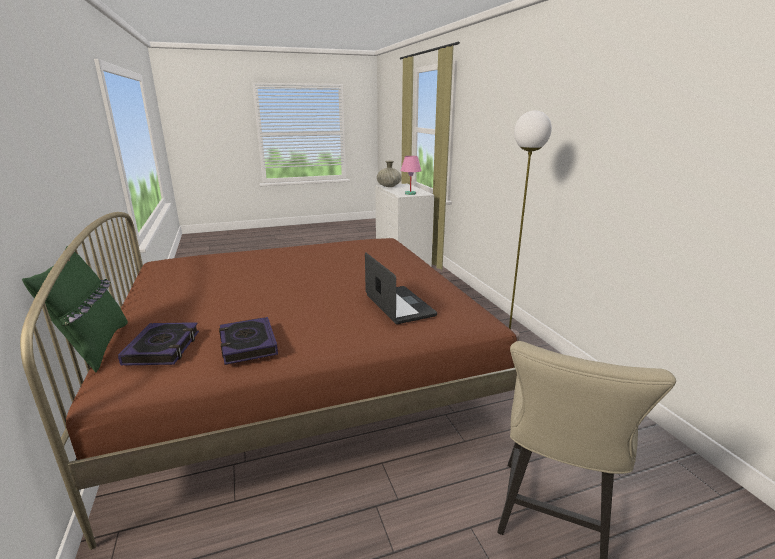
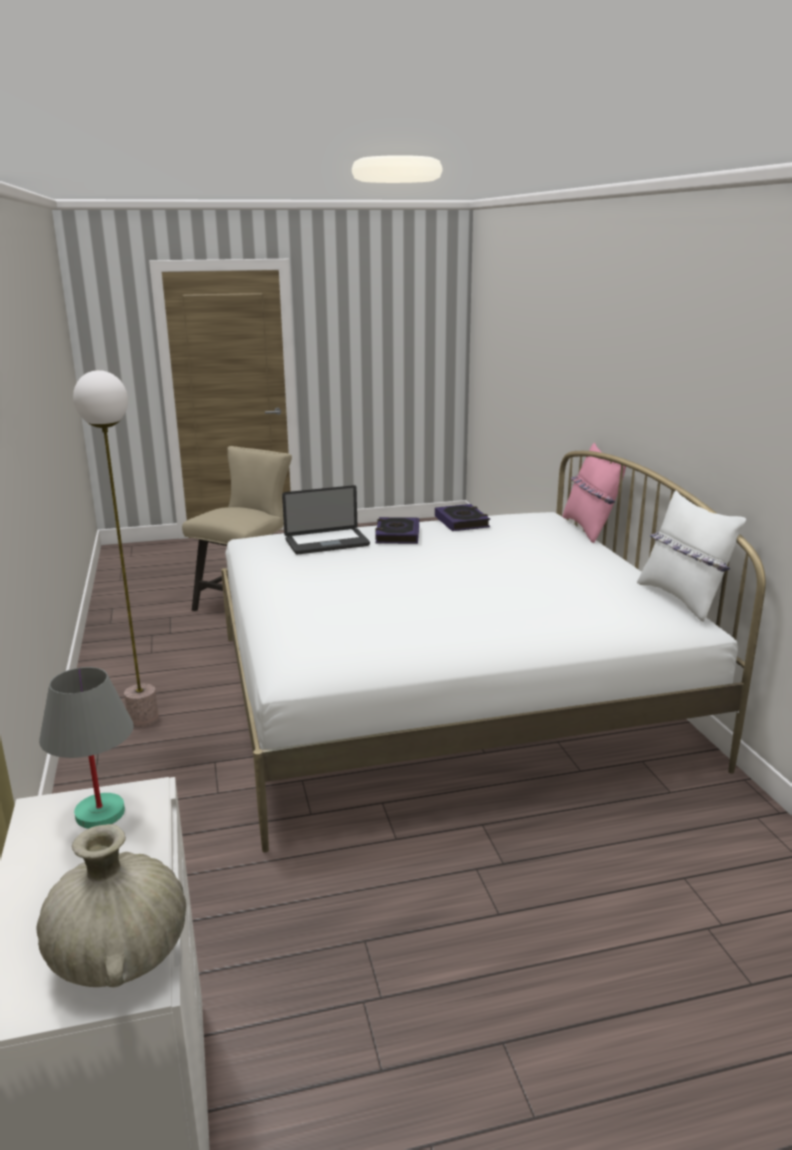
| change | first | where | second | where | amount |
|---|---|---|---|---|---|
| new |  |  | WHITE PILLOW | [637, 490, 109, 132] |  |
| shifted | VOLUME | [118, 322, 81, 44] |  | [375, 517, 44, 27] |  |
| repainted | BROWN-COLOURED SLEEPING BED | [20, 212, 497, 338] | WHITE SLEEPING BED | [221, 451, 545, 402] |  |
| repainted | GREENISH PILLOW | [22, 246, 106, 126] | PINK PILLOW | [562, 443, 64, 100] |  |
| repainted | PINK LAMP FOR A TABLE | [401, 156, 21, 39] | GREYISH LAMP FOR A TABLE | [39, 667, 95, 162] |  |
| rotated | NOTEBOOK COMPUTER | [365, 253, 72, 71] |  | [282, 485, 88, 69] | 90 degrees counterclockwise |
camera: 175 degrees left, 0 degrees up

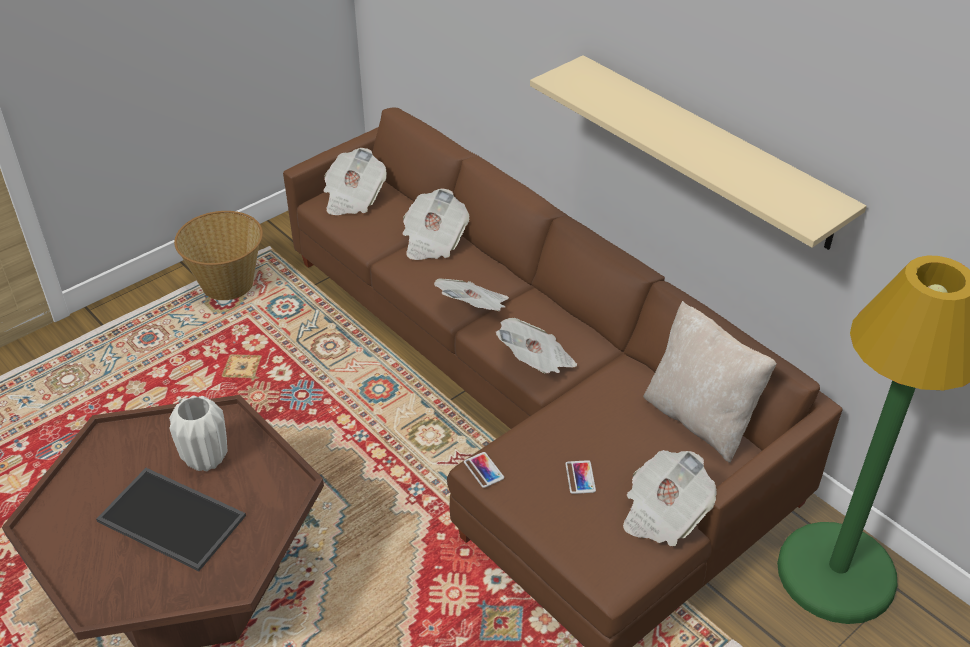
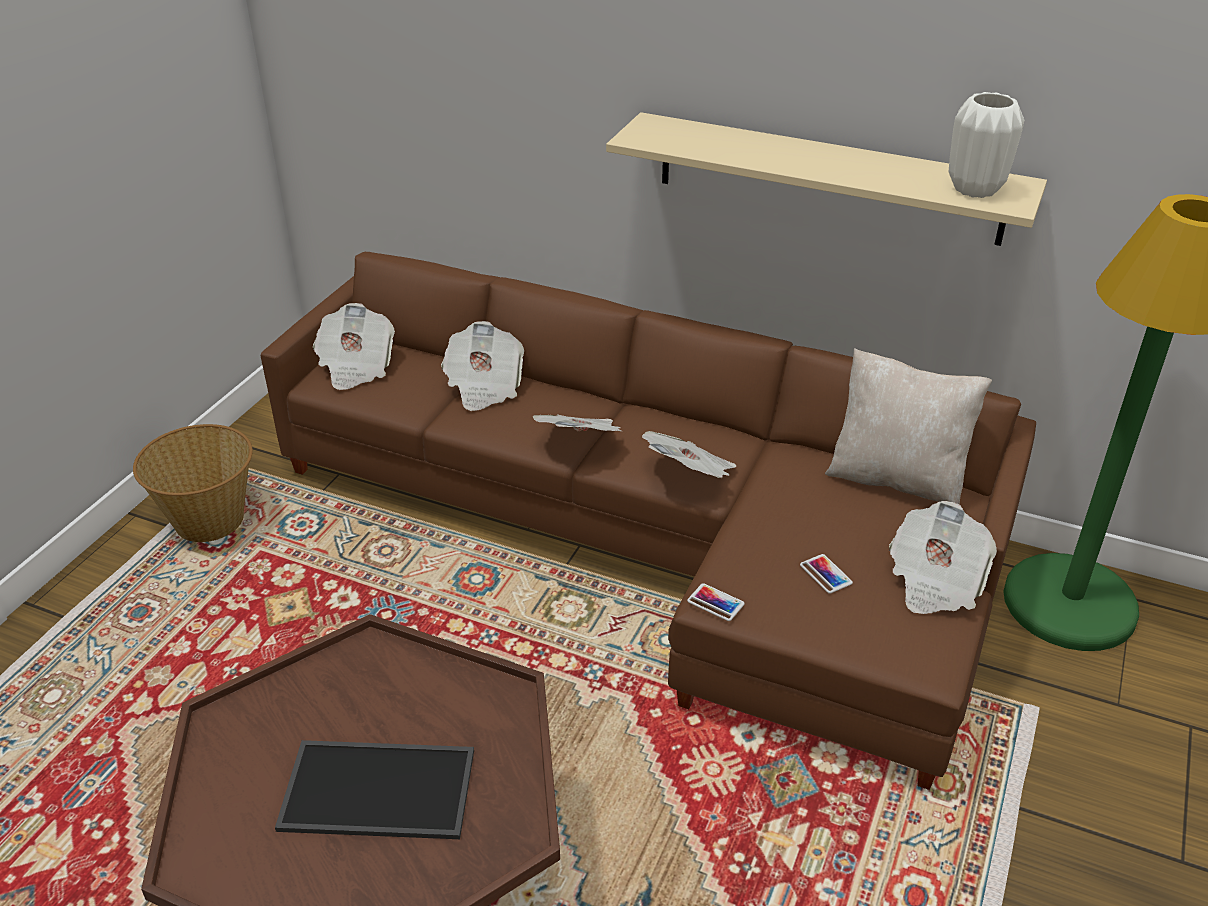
| change | first | where | second | where | amount |
|---|---|---|---|---|---|
| shifted | WHITE VASE | [169, 395, 59, 76] |  | [949, 92, 75, 106] |  |
camera: 25 degrees left, 5 degrees down

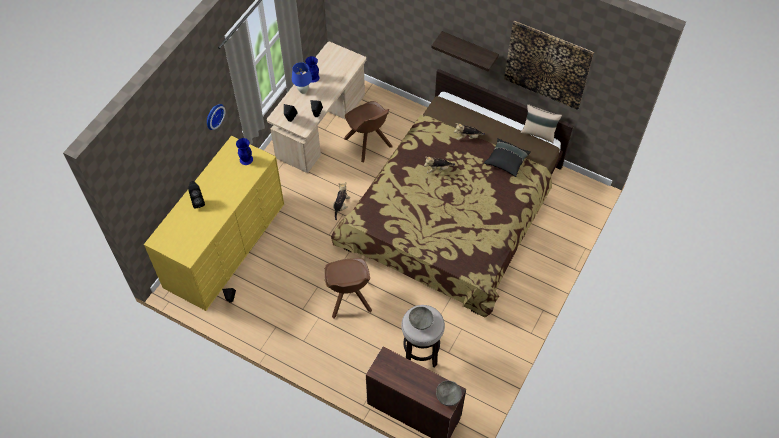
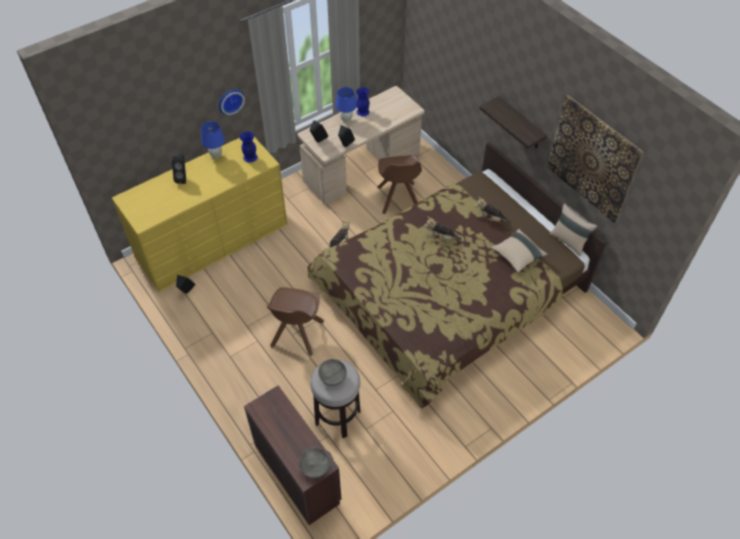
| change | first | where | second | where | amount |
|---|---|---|---|---|---|
| new |  |  | BLUE LAMP FOR A TABLE | [201, 121, 24, 38] |  |
| repainted | BLACKISH PILLOW | [484, 138, 47, 39] | BEIGE PILLOW | [491, 229, 57, 44] |  |
camera: 25 degrees right, 5 degrees down

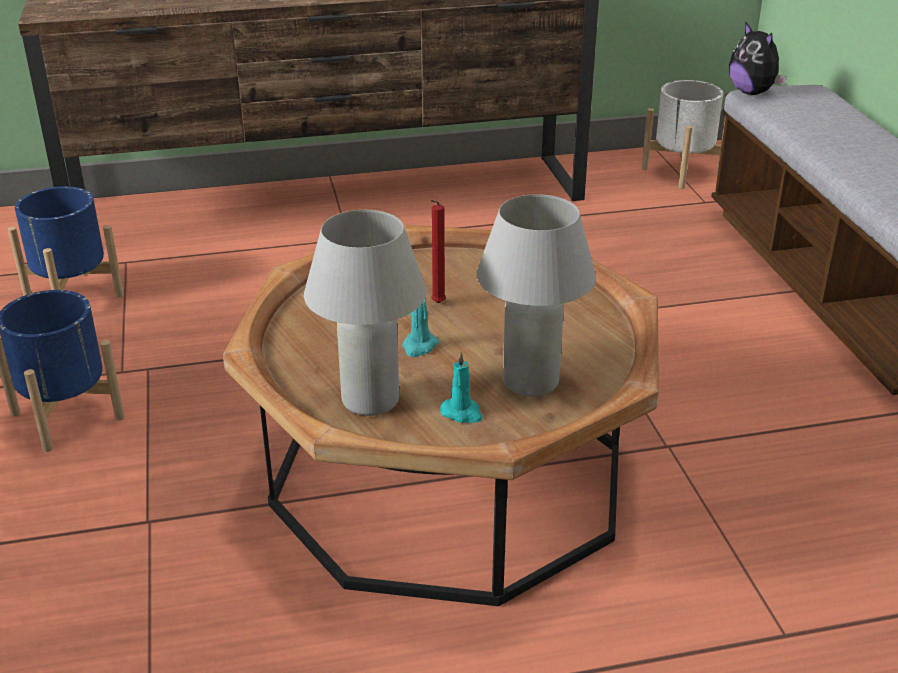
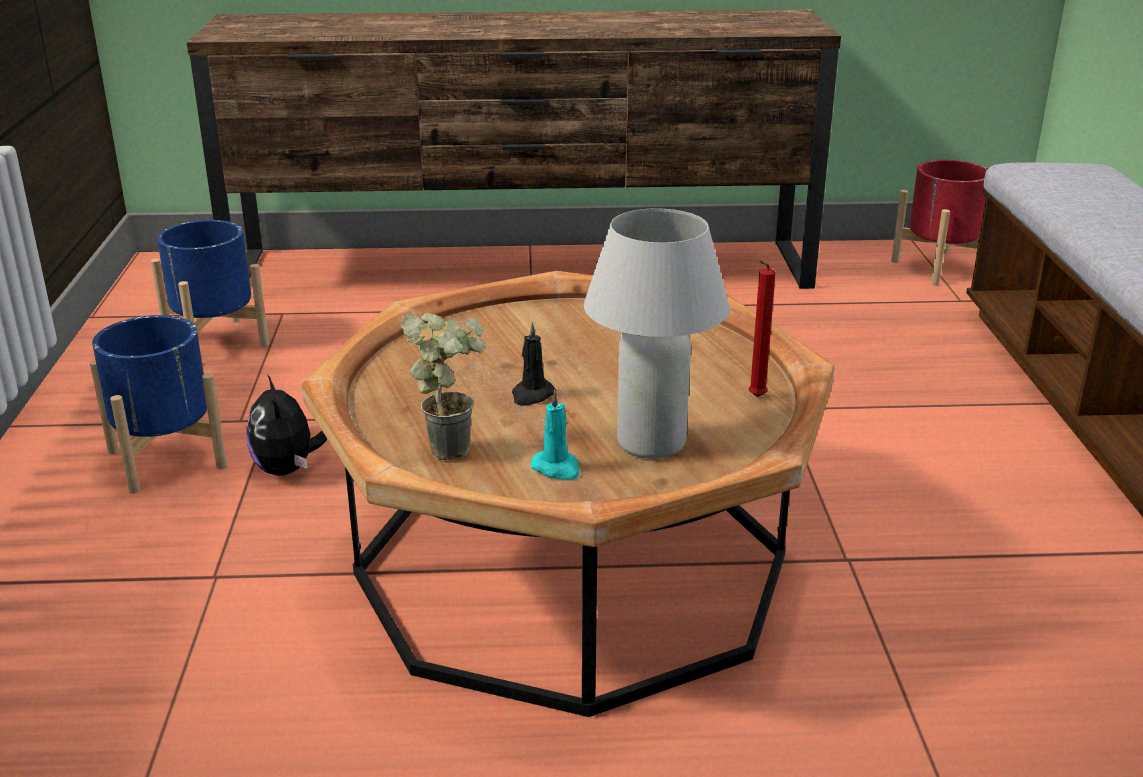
| change | first | where | second | where | amount |
|---|---|---|---|---|---|
| shifted | RED CANDLE | [431, 200, 15, 103] |  | [749, 261, 27, 136] |  |
| shifted | PLUSH TOY | [729, 21, 58, 74] |  | [246, 374, 81, 101] |  |
| swapped | WHITE LAMP FOR A TABLE | [304, 210, 123, 206] | POTTED PLANT | [401, 313, 84, 148] |  |
| repainted | BLUE-GREEN CANDLE | [402, 299, 37, 58] | BLACKISH CANDLE | [512, 322, 44, 84] |  |
| repainted | WHITE PLANTER | [641, 80, 85, 109] | RED PLANTER | [891, 160, 96, 125] |  |
camera: 10 degrees right, 5 degrees down

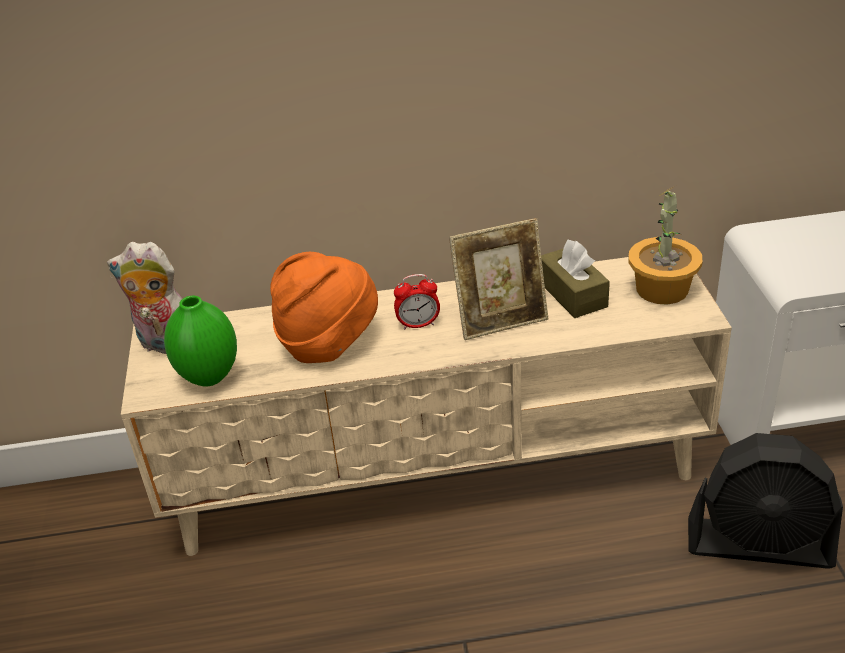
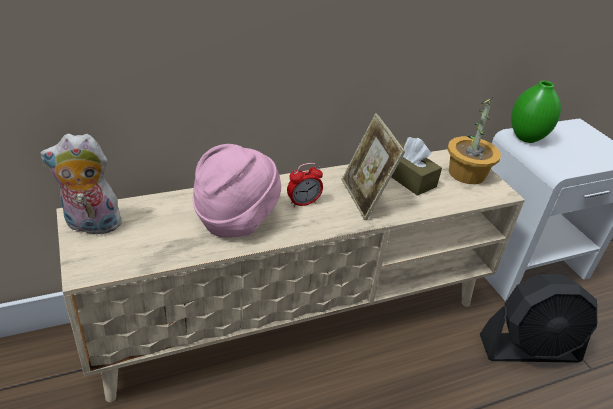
| change | first | where | second | where | amount |
|---|---|---|---|---|---|
| shifted | GREENISH VASE | [164, 296, 73, 90] |  | [511, 81, 50, 62] |  |
| repainted | ORANGE WEARABLE HAT | [270, 252, 108, 111] | PINK WEARABLE HAT | [193, 144, 88, 94] |  |
| rotated | PHOTO FRAME | [449, 218, 99, 122] |  | [341, 113, 64, 107] | 105 degrees clockwise |
camera: 20 degrees left, 0 degrees up

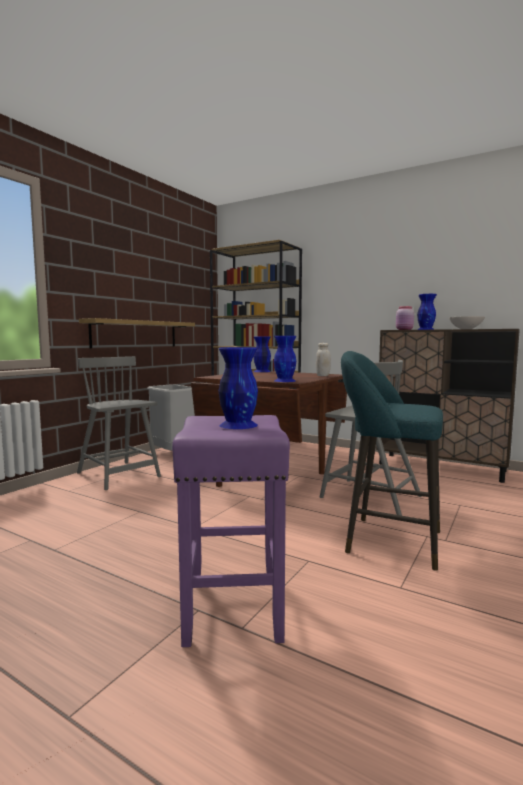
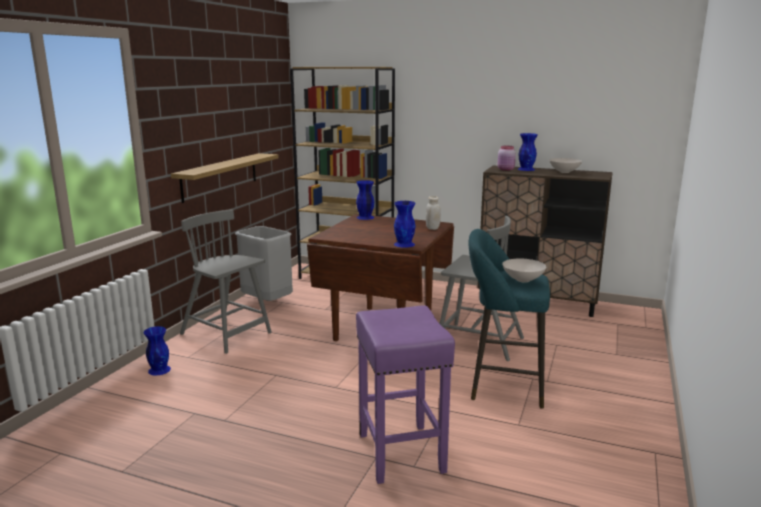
| change | first | where | second | where | amount |
|---|---|---|---|---|---|
| new |  |  | WHITE DEEP DISH | [502, 258, 44, 25] |  |
| shifted | BLUE VASE | [219, 347, 39, 82] |  | [143, 326, 28, 49] |  |
camera: 10 degrees left, 10 degrees up

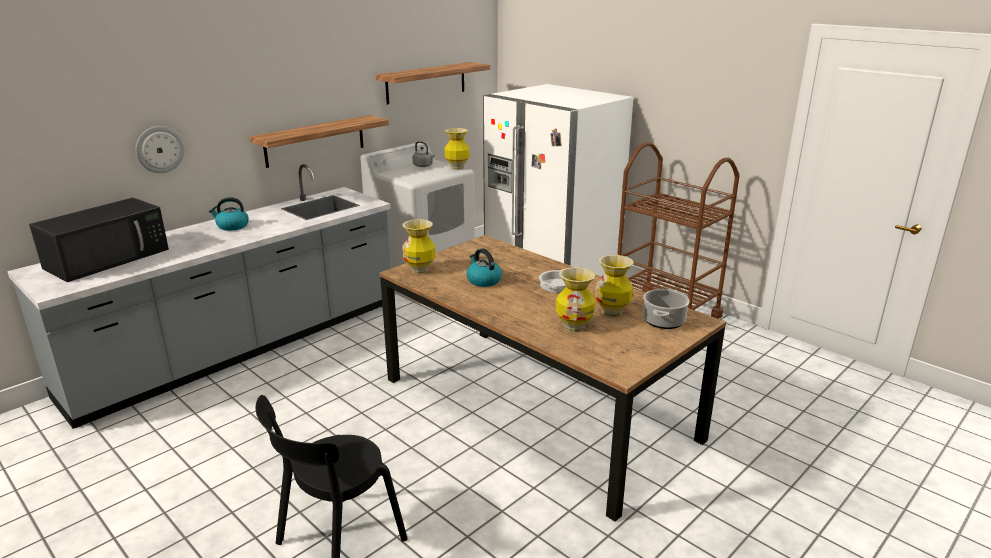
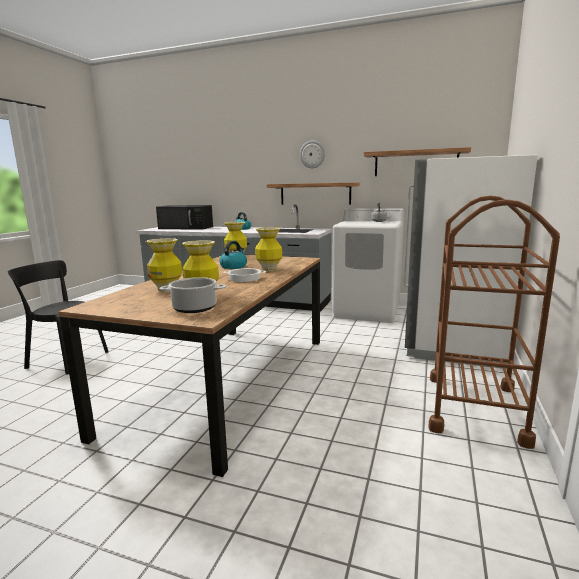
| change | first | where | second | where | amount |
|---|---|---|---|---|---|
| shifted | HANGING CLOCK | [136, 126, 49, 47] |  | [300, 140, 25, 28] |  |
| shifted | VASE | [444, 128, 26, 42] |  | [255, 227, 27, 44] |  |
camera: 65 degrees right, 10 degrees down

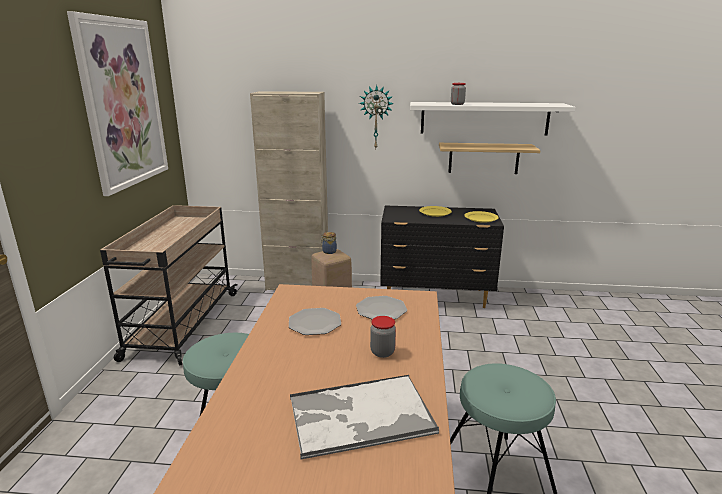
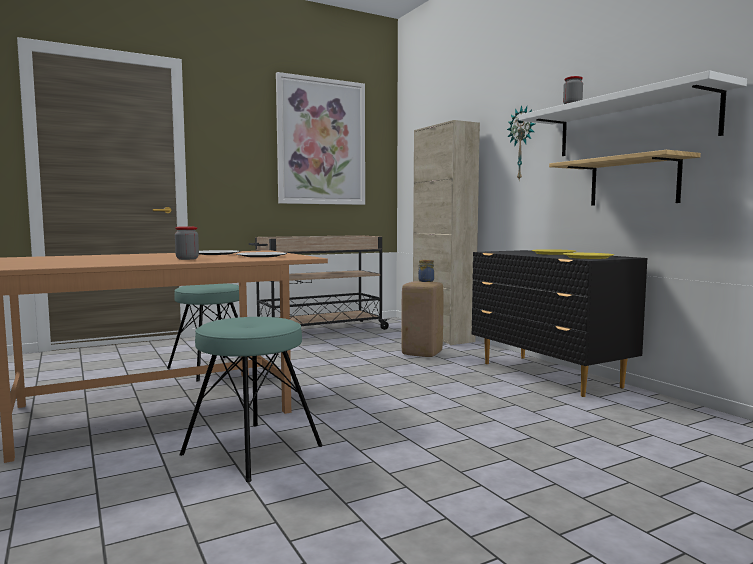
| change | first | where | second | where | amount |
|---|---|---|---|---|---|
| gone | TRAY | [290, 375, 149, 84] |  |  |  |
camera: 55 degrees right, 15 degrees down

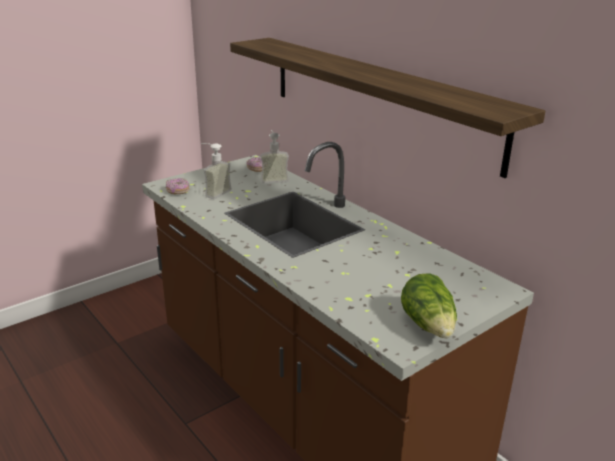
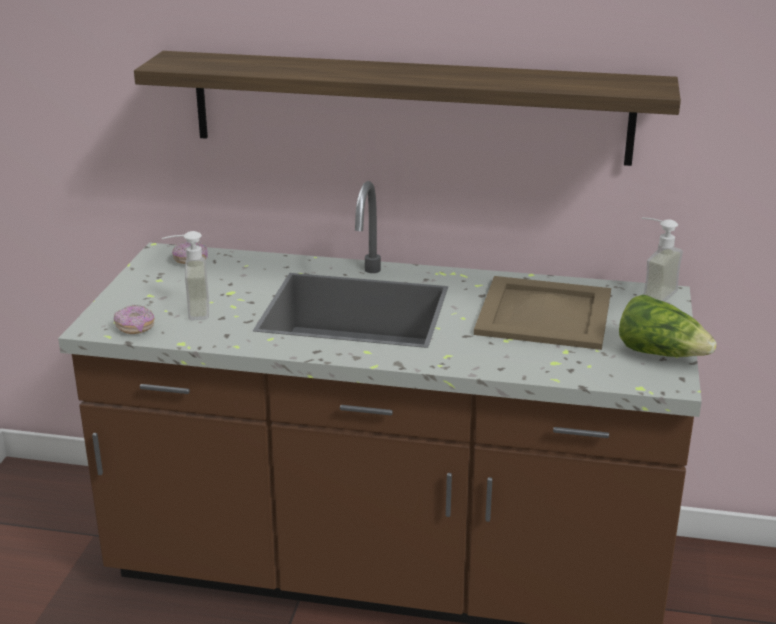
| change | first | where | second | where | amount |
|---|---|---|---|---|---|
| new |  |  | BEIGE TRAY | [474, 276, 137, 74] |  |
| shifted | SOAP DISPENSER | [260, 130, 29, 54] |  | [642, 218, 41, 84] |  |
camera: 40 degrees left, 0 degrees up

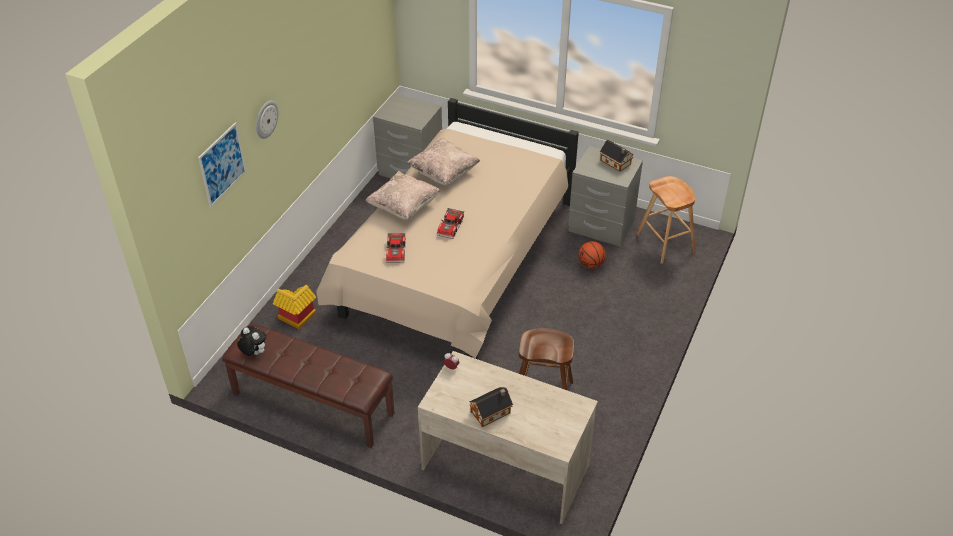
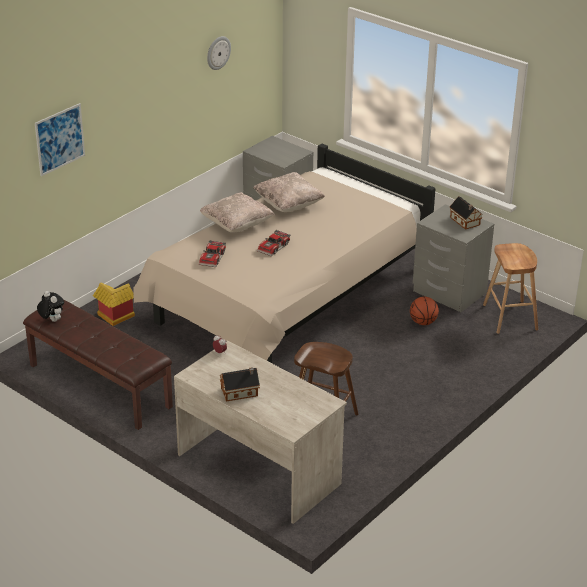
| change | first | where | second | where | amount |
|---|---|---|---|---|---|
| shifted | HANGING CLOCK | [256, 101, 23, 38] |  | [207, 36, 24, 34] |  |
camera: 15 degrees right, 10 degrees down

